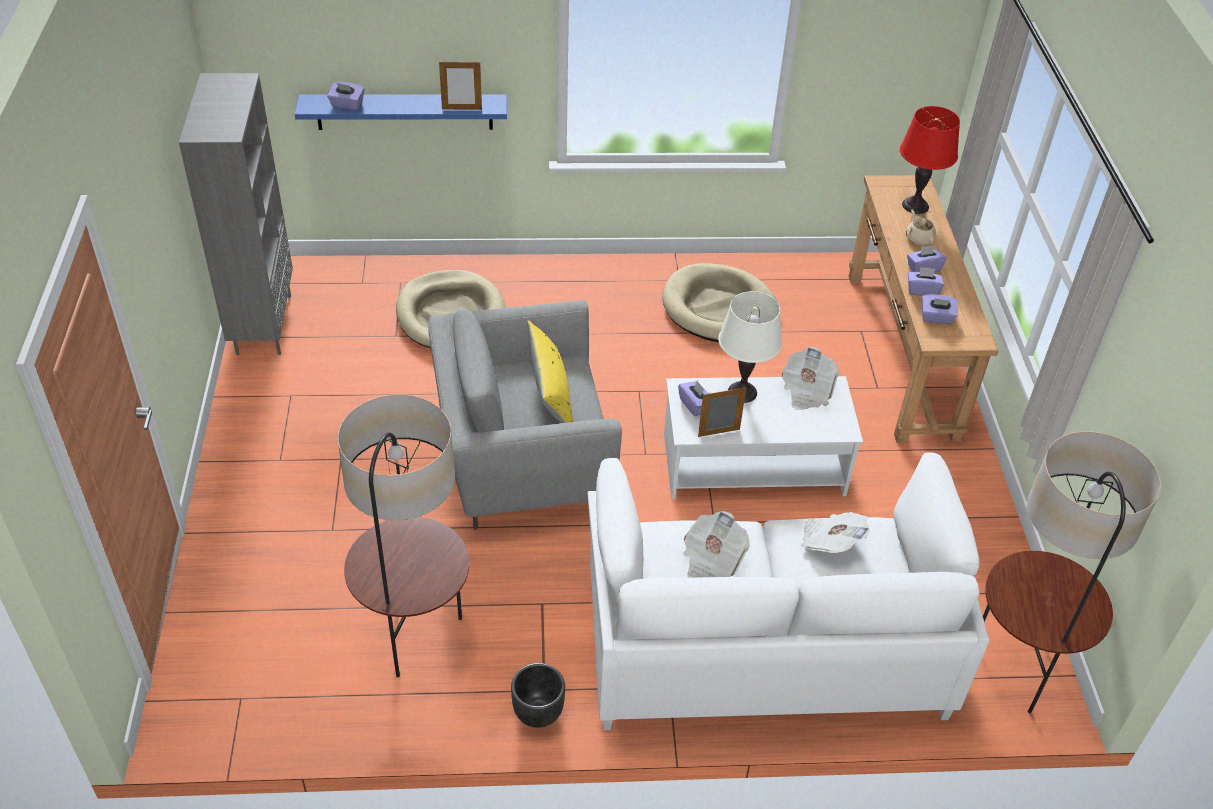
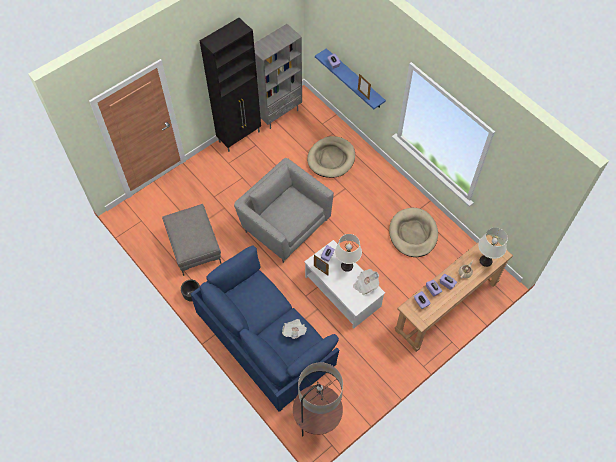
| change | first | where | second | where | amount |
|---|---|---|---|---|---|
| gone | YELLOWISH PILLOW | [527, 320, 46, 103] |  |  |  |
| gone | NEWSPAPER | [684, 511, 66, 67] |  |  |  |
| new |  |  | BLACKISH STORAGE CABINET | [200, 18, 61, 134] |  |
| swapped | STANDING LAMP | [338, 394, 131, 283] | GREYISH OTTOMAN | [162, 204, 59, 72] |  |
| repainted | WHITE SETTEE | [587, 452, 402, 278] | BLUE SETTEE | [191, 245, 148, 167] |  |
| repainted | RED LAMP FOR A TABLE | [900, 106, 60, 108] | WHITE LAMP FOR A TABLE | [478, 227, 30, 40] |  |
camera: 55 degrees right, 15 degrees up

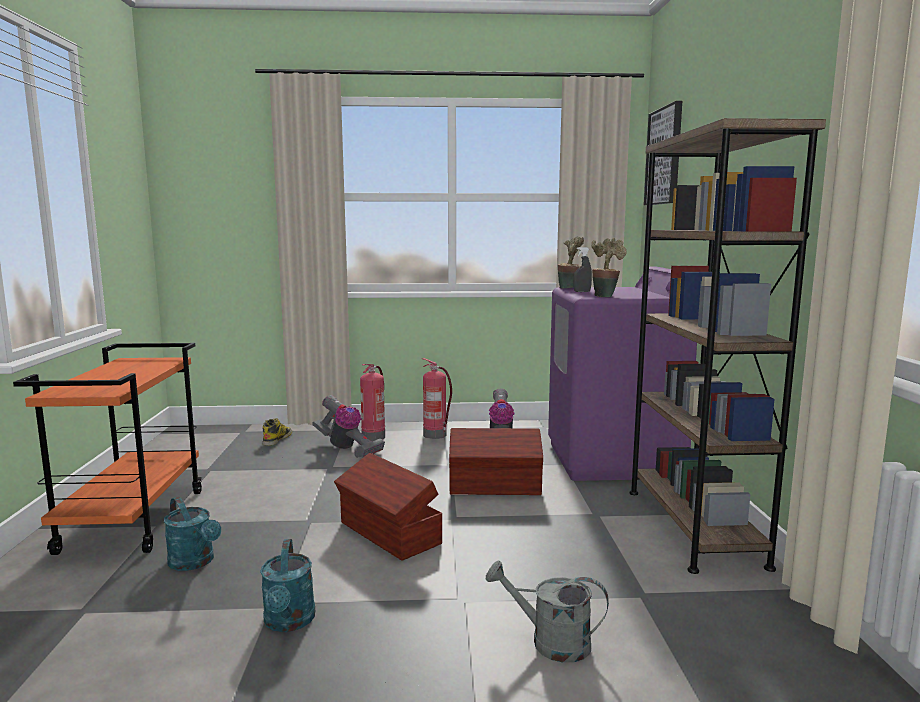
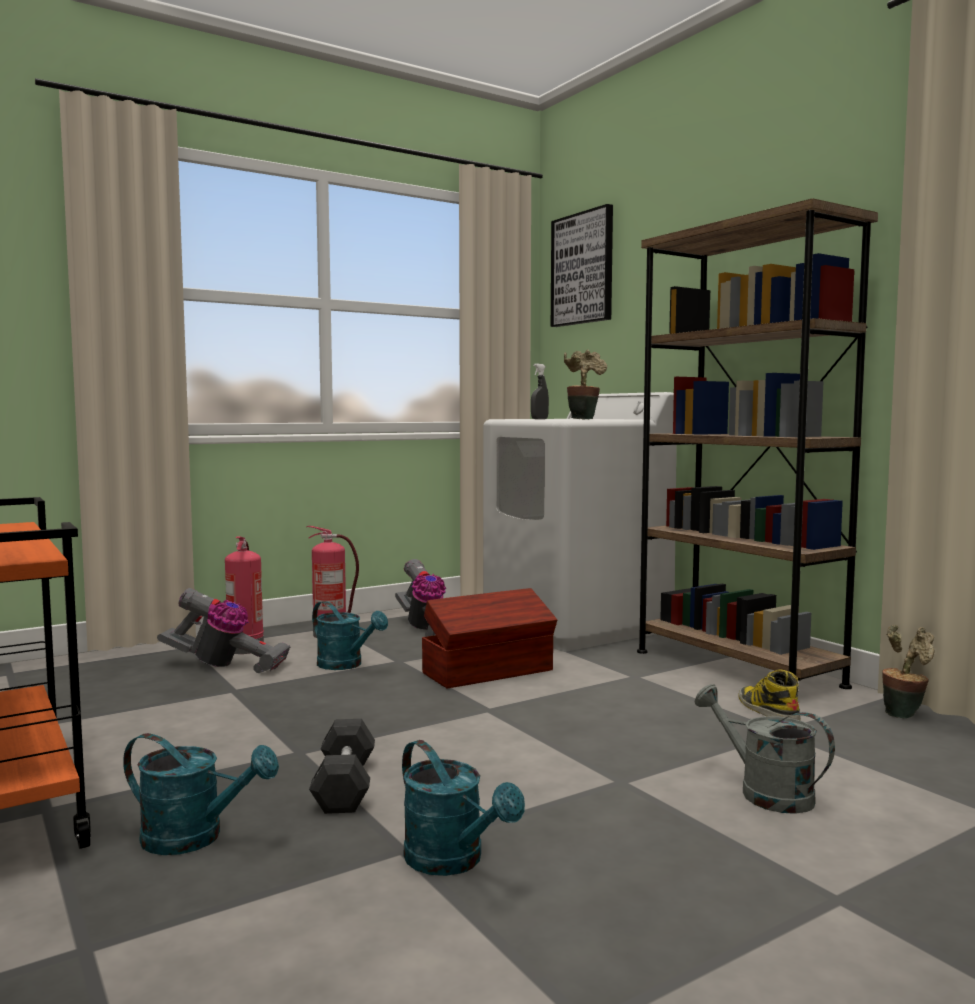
| change | first | where | second | where | amount |
|---|---|---|---|---|---|
| gone | BROWN-COLOURED STORAGE BIN | [334, 453, 108, 108] |  |  |  |
| new |  |  | GREYISH FREE WEIGHT | [309, 719, 66, 95] |  |
| new |  |  | BLUE-GREEN SPRINKLING CAN | [312, 601, 76, 69] |  |
| shifted | TALL BOOT | [263, 418, 29, 28] |  | [738, 670, 63, 50] |  |
| shifted | POTTED PLANT | [557, 236, 27, 52] |  | [882, 625, 52, 94] |  |
| repainted | PURPLISH LAUNDRY APPLIANCE | [548, 266, 149, 215] | WHITE LAUNDRY APPLIANCE | [483, 392, 194, 260] |  |
| rotated | GREYISH SPRINKLING CAN | [486, 561, 123, 102] |  | [695, 684, 140, 130] | 60 degrees clockwise |
camera: 30 degrees left, 5 degrees down

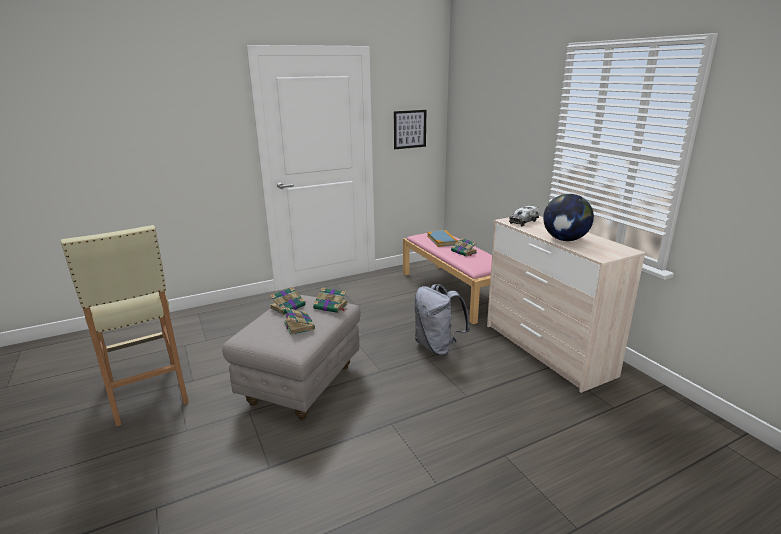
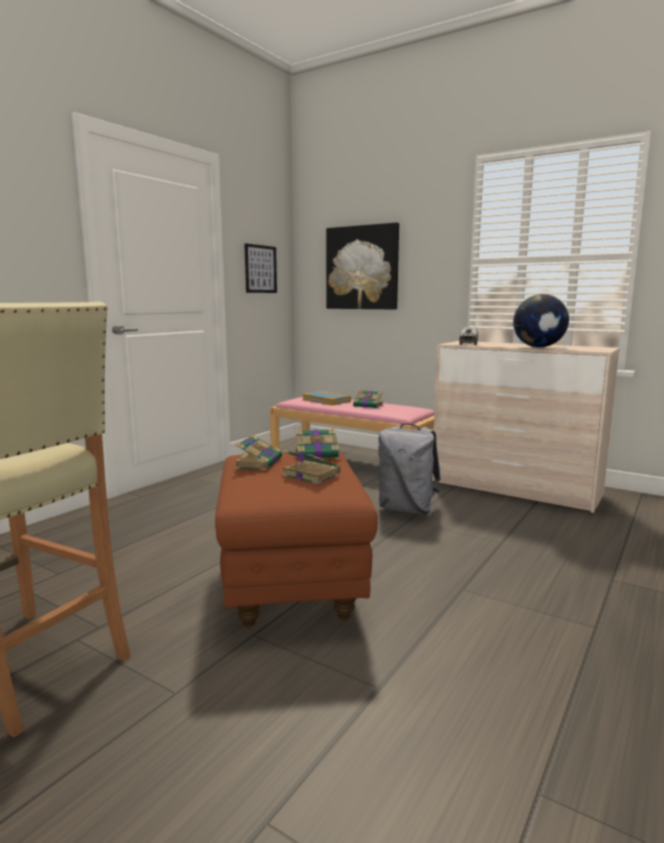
| change | first | where | second | where | amount |
|---|---|---|---|---|---|
| new |  |  | WALL PICTURE | [326, 222, 73, 88] |  |
| repainted | GREYISH OTTOMAN | [222, 295, 139, 125] | BROWN-COLOURED OTTOMAN | [215, 452, 163, 175] |  |
camera: 30 degrees left, 10 degrees down

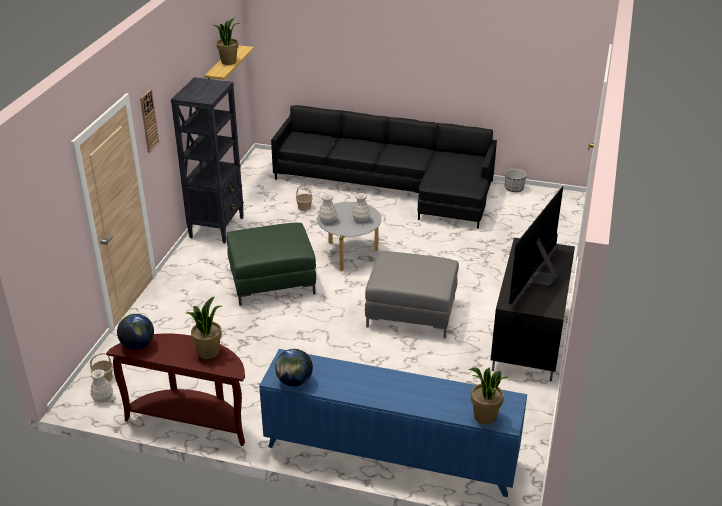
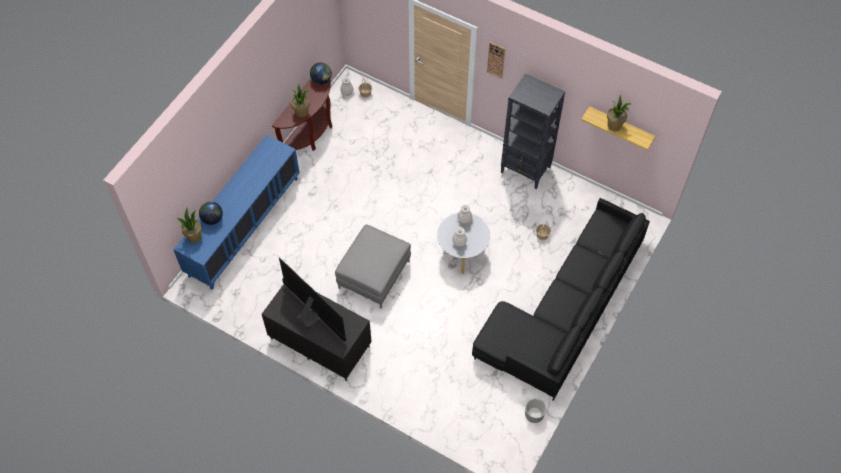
| change | first | where | second | where | amount |
|---|---|---|---|---|---|
| gone | GREENISH OTTOMAN | [226, 223, 90, 83] |  |  |  |
| shifted | WORLD GLOBE | [275, 349, 38, 38] |  | [199, 202, 24, 23] |  |
camera: 105 degrees right, 25 degrees up

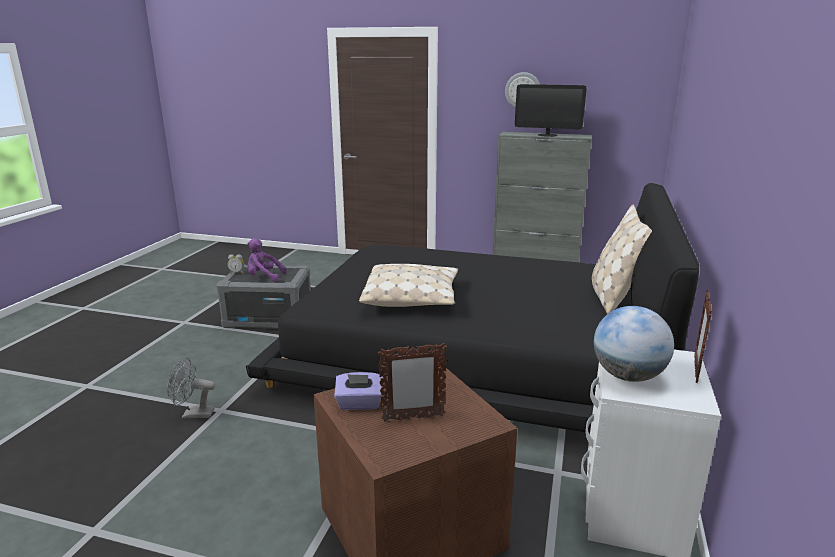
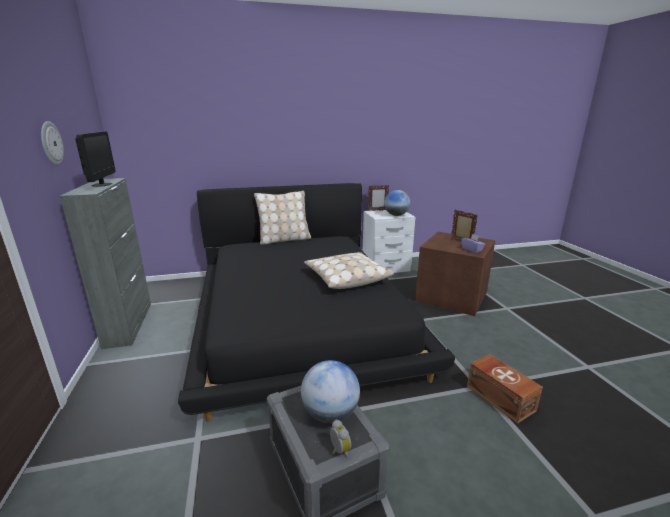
| change | first | where | second | where | amount |
|---|---|---|---|---|---|
| swapped | GREYISH FAN | [167, 357, 48, 61] | BROWN-COLOURED STORAGE BIN | [467, 354, 76, 70] |  |
| swapped | PURPLISH PLUSH TOY | [247, 238, 40, 43] | WORLD GLOBE | [301, 360, 59, 63] |  |
camera: 120 degrees left, 0 degrees up

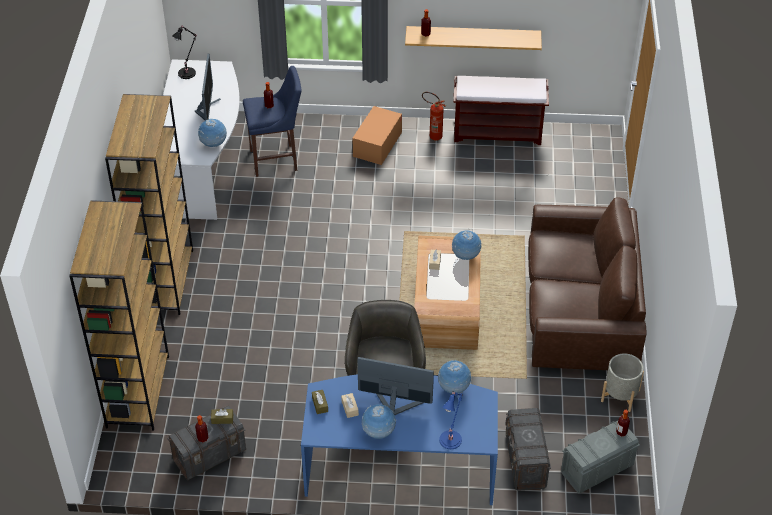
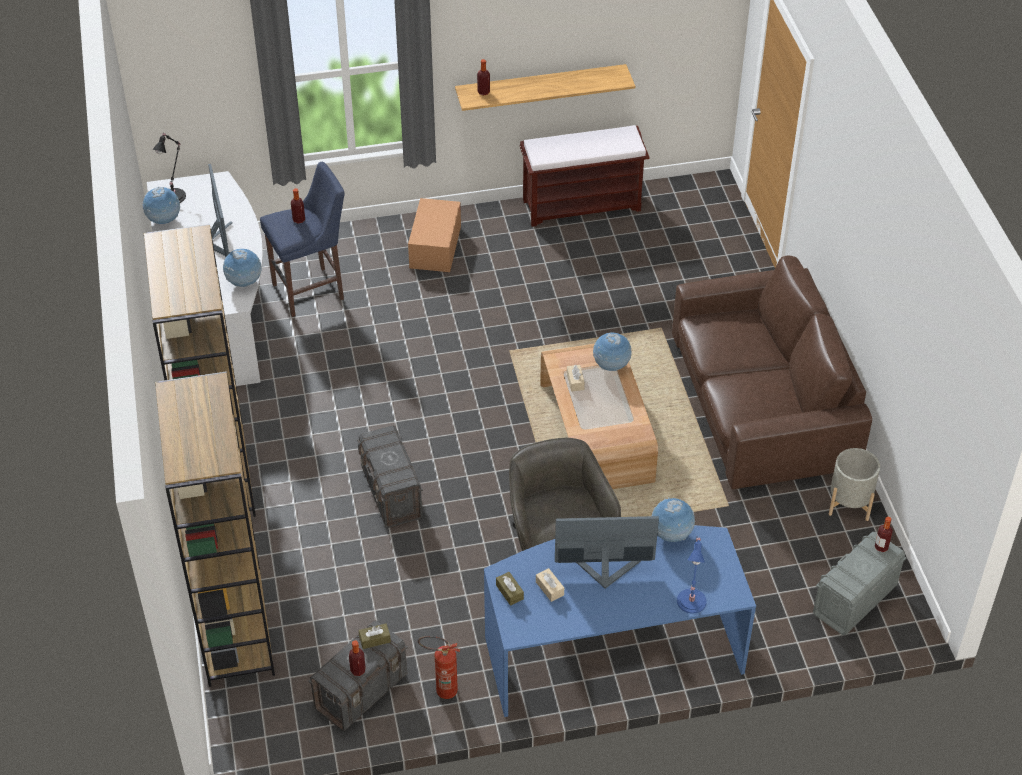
| change | first | where | second | where | amount |
|---|---|---|---|---|---|
| shifted | WORLD GLOBE | [362, 404, 34, 35] |  | [143, 187, 37, 37] |  |
| shifted | FIRE EXTINGUISHER | [422, 92, 24, 49] |  | [418, 636, 43, 63] |  |
| shifted | GREYISH STORAGE BIN | [505, 408, 46, 83] |  | [357, 425, 66, 103] |  |
camera: 15 degrees left, 0 degrees up

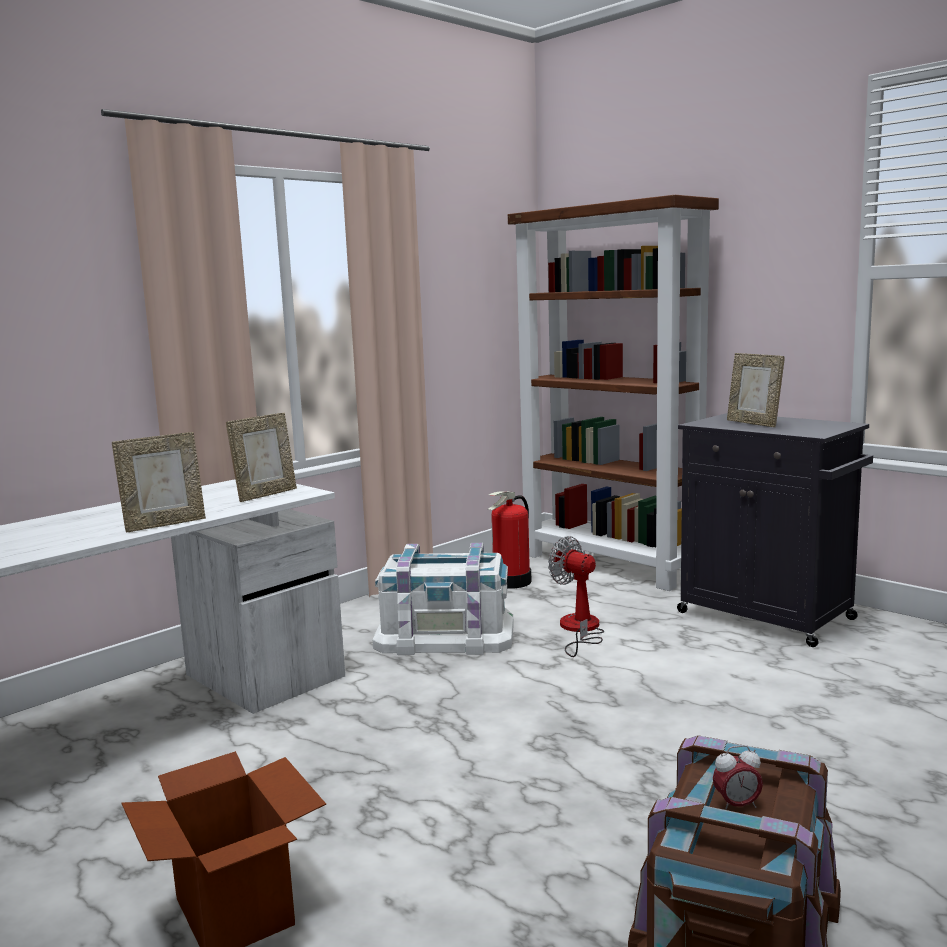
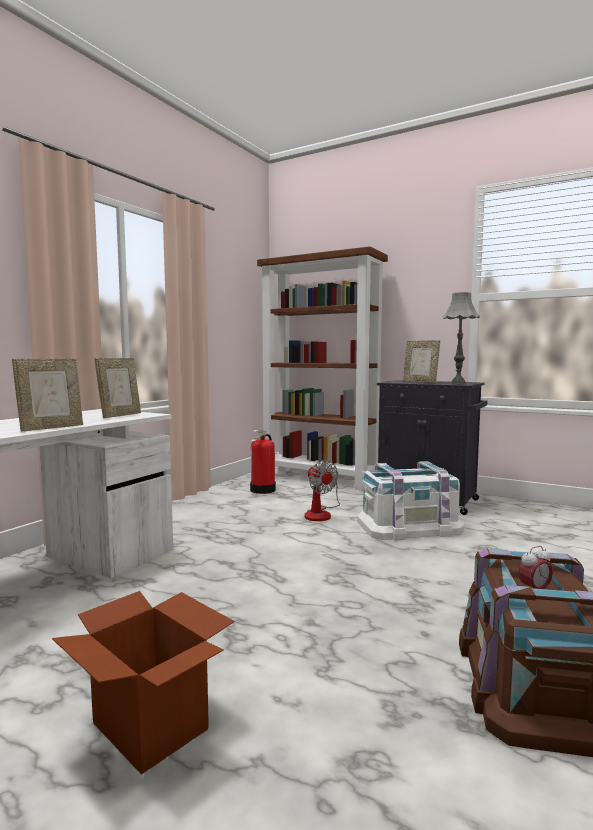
| change | first | where | second | where | amount |
|---|---|---|---|---|---|
| new |  |  | GREYISH LAMP FOR A TABLE | [442, 292, 38, 93] |  |
| shifted | WHITE STORAGE BIN | [373, 543, 141, 112] |  | [357, 461, 107, 79] |  |
| rotated | FAN | [548, 536, 56, 121] |  | [304, 460, 36, 61] | 150 degrees counterclockwise |
camera: 15 degrees left, 5 degrees down

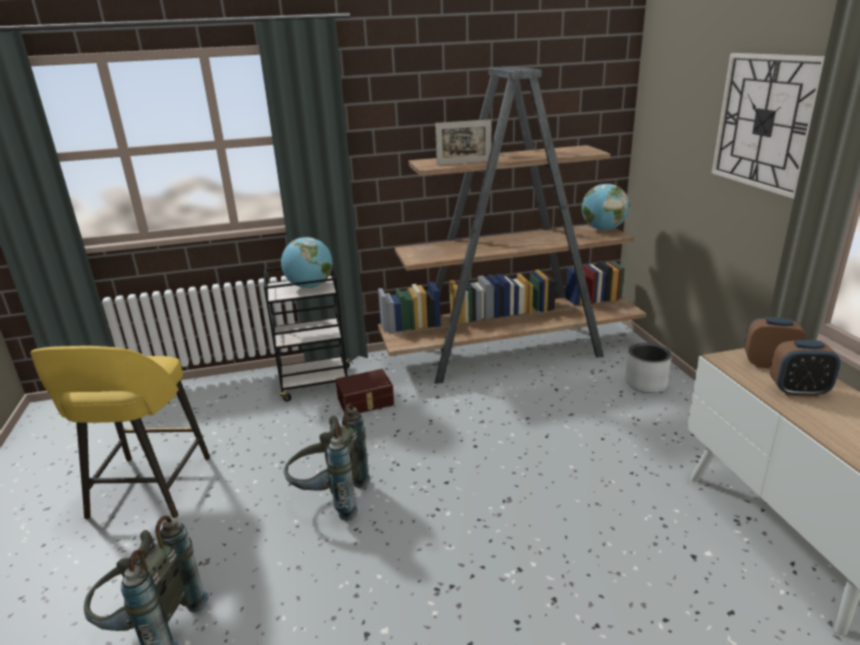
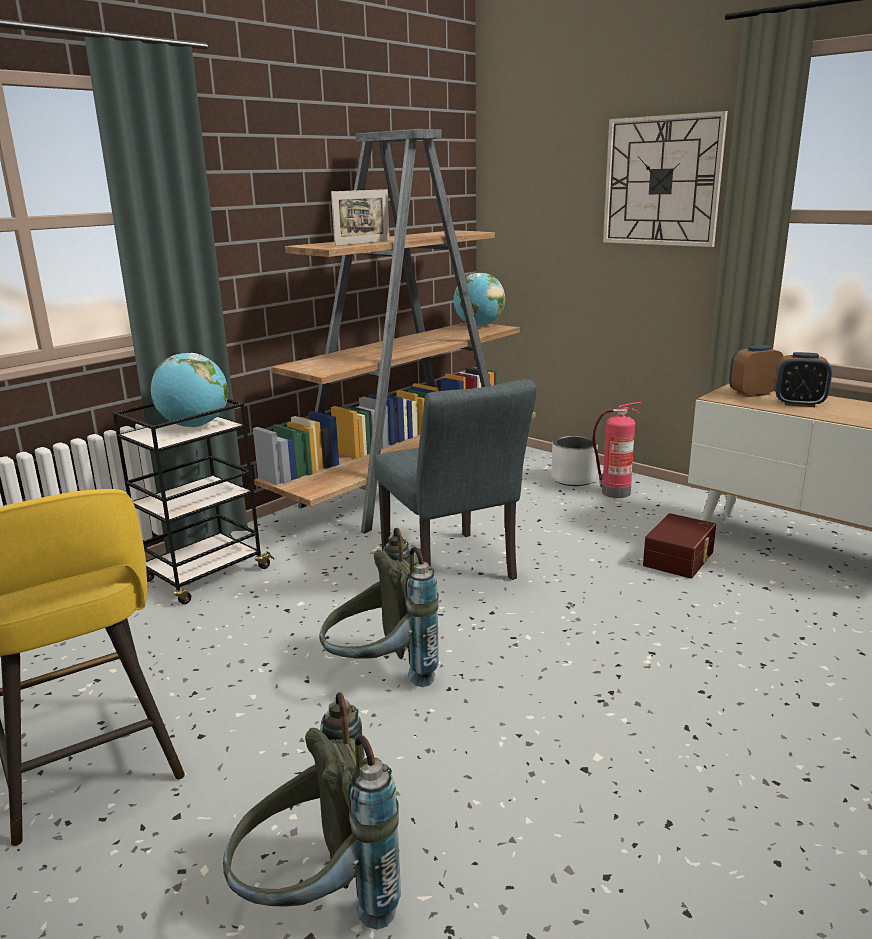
| change | first | where | second | where | amount |
|---|---|---|---|---|---|
| new |  |  | GREYISH CHAIR | [374, 379, 163, 201] |  |
| new |  |  | FIRE EXTINGUISHER | [593, 402, 49, 96] |  |
| shifted | BROWN-COLOURED STORAGE BIN | [336, 369, 58, 44] |  | [643, 513, 73, 66] |  |
| rotated | TABLE CLOCK | [770, 340, 70, 57] |  | [774, 352, 58, 55] | 45 degrees clockwise |
camera: 35 degrees left, 5 degrees down

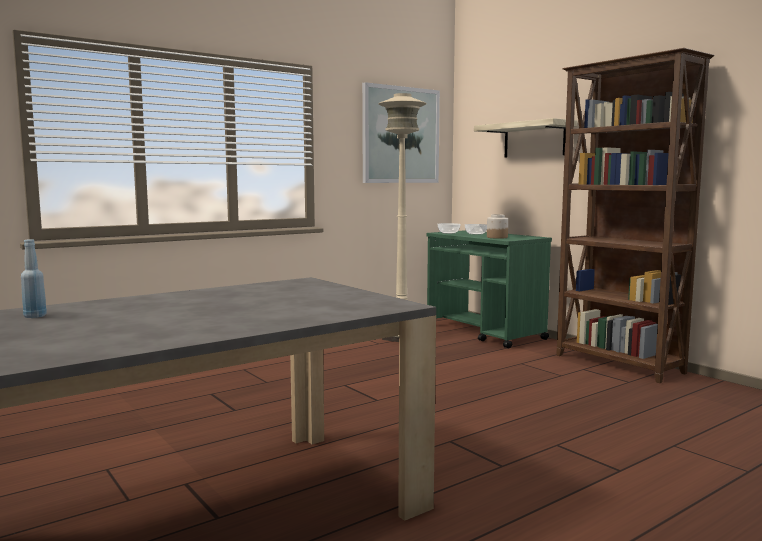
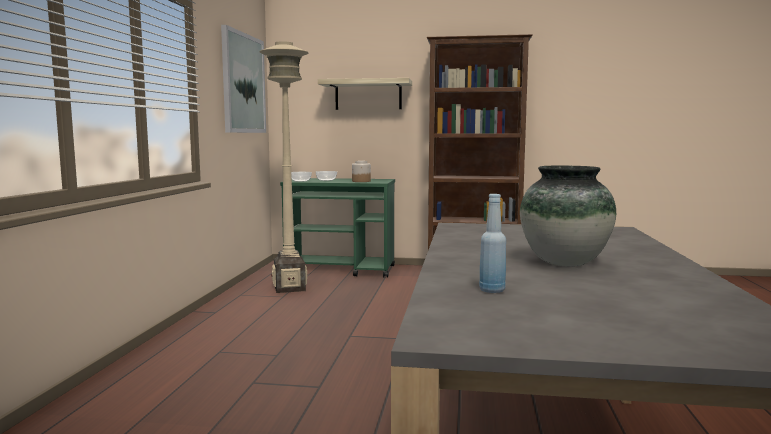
| change | first | where | second | where | amount |
|---|---|---|---|---|---|
| new |  |  | VASE | [520, 166, 96, 101] |  |
camera: 45 degrees left, 0 degrees up

